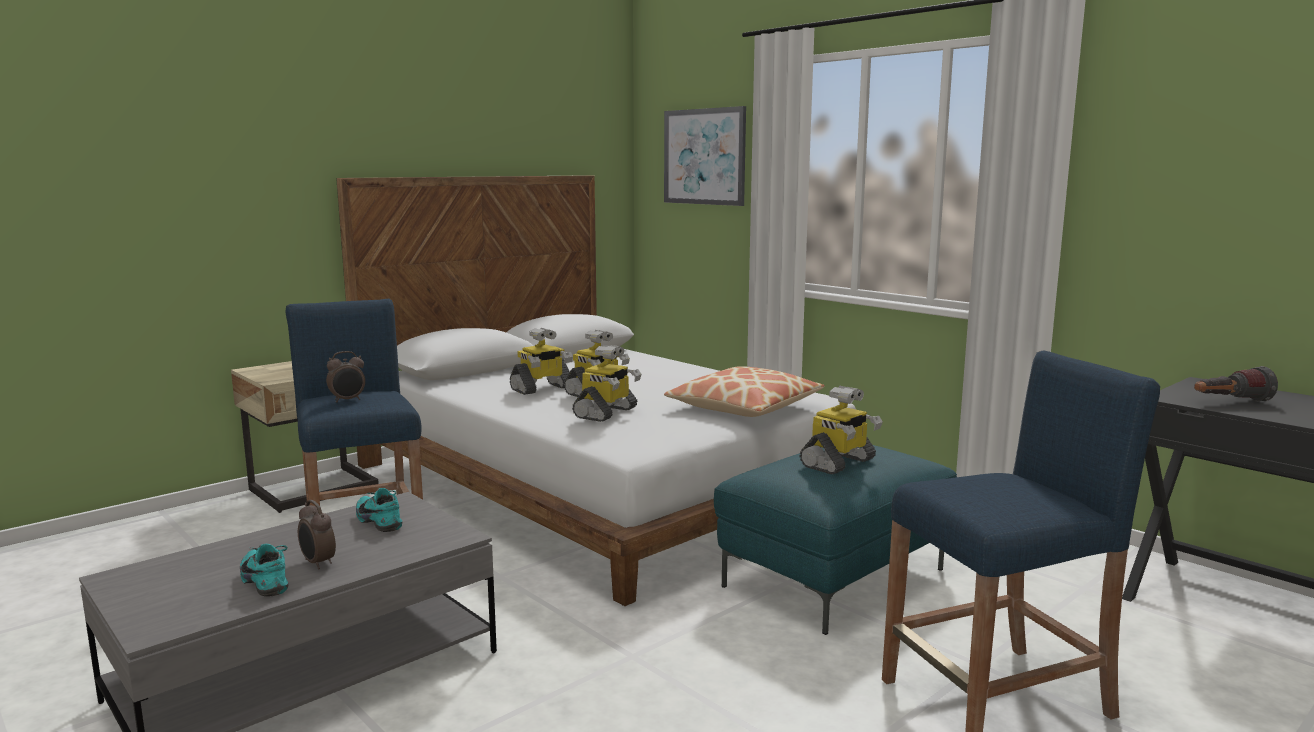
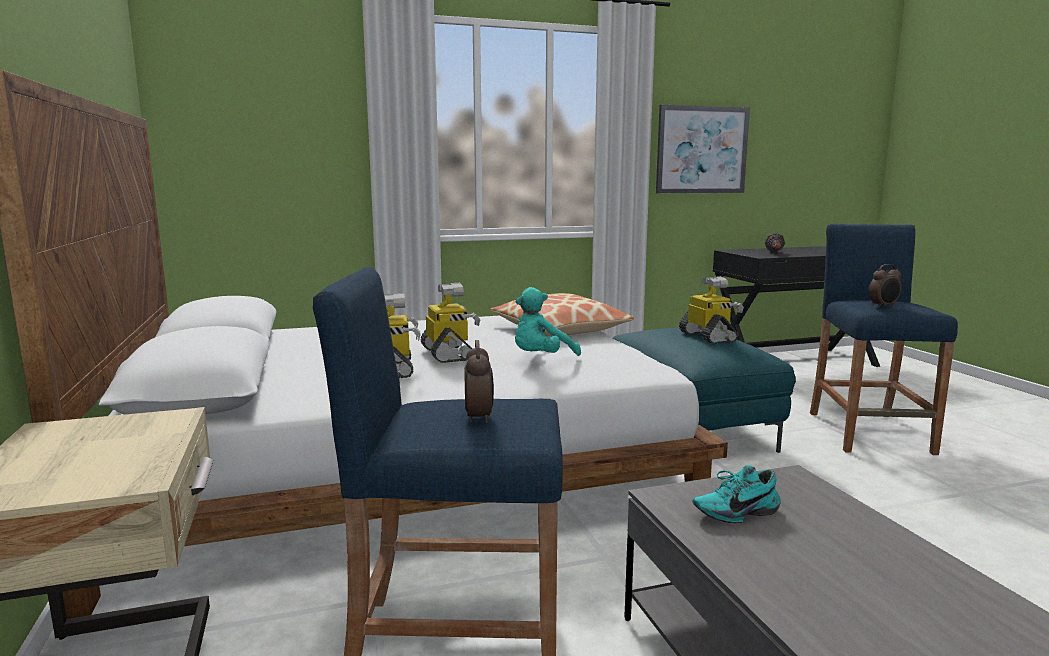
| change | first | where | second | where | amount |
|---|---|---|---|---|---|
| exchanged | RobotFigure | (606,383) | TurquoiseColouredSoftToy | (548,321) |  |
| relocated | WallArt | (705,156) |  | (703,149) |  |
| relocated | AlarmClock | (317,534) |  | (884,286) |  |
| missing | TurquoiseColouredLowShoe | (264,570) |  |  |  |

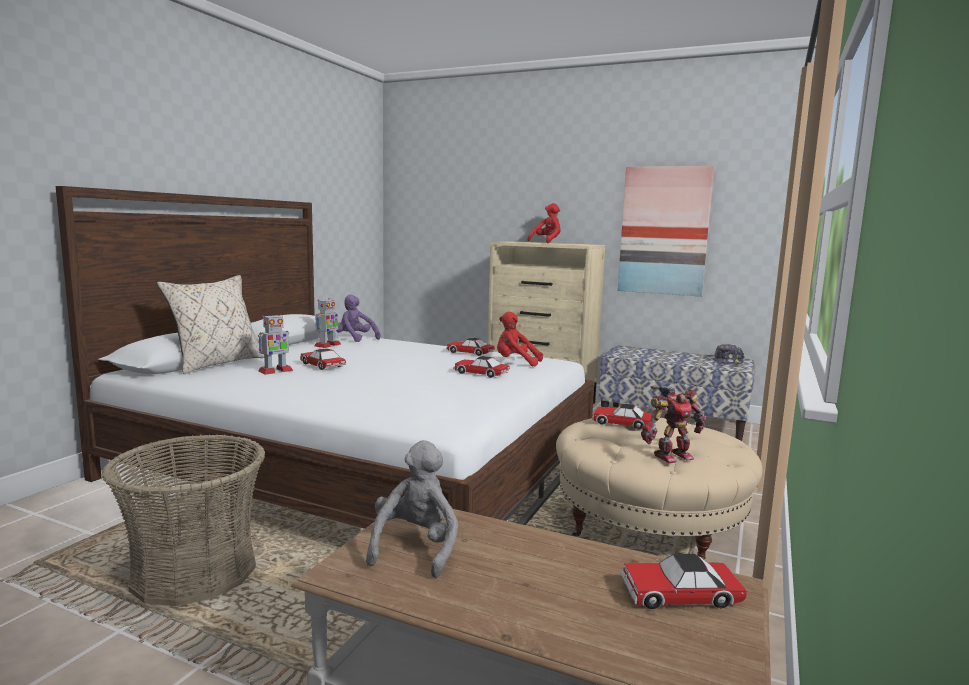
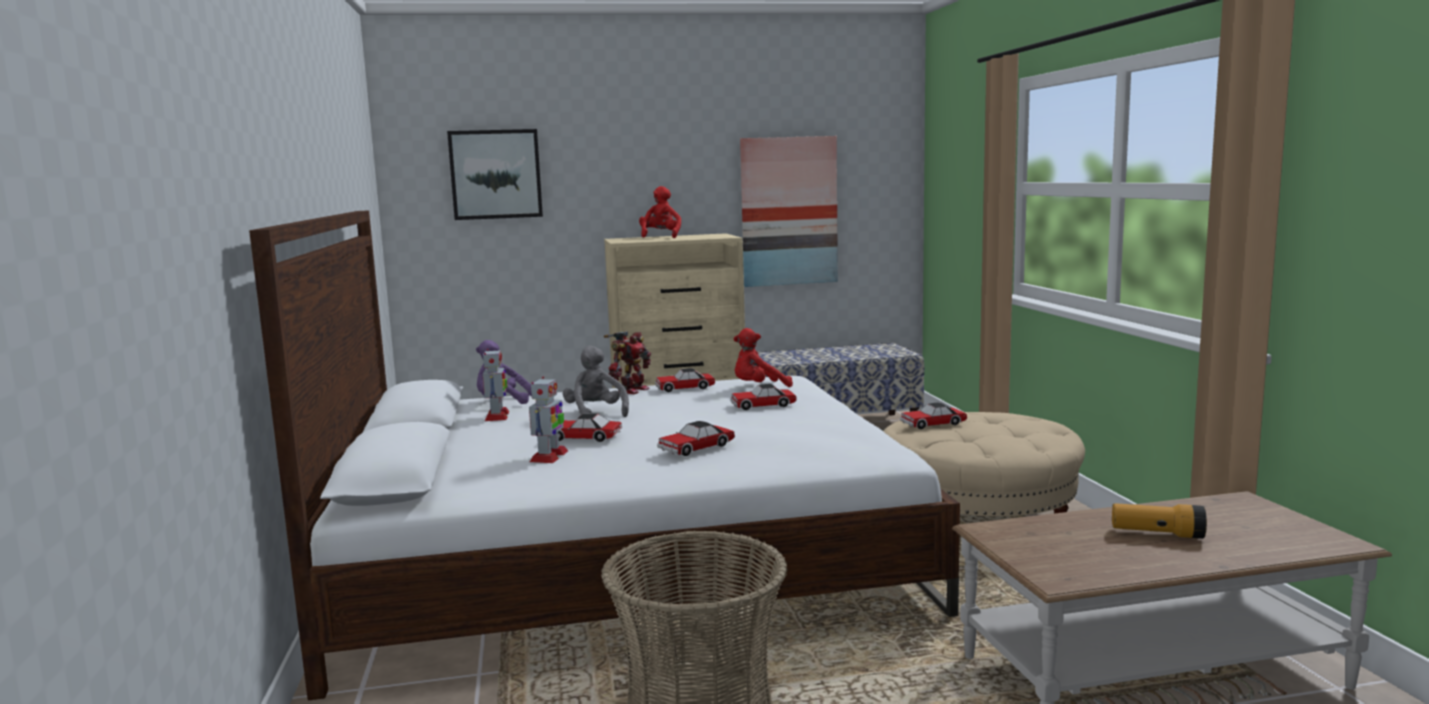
| change | first | where | second | where | amount |
|---|---|---|---|---|---|
| appeared |  |  | WallArt | (495,174) |  |
| relocated | GreySoftToy | (412,509) |  | (596,381) |  |
| relocated | RobotFigure | (673,424) |  | (628,362) |  |
| relocated | MiniatureCar | (683,581) |  | (696,438) |  |
| appeared |  |  | Flashlight | (1159,521) |  |
| missing | SandColouredPillow | (210,324) |  |  |  |
| missing | Cap | (730,354) |  |  |  |

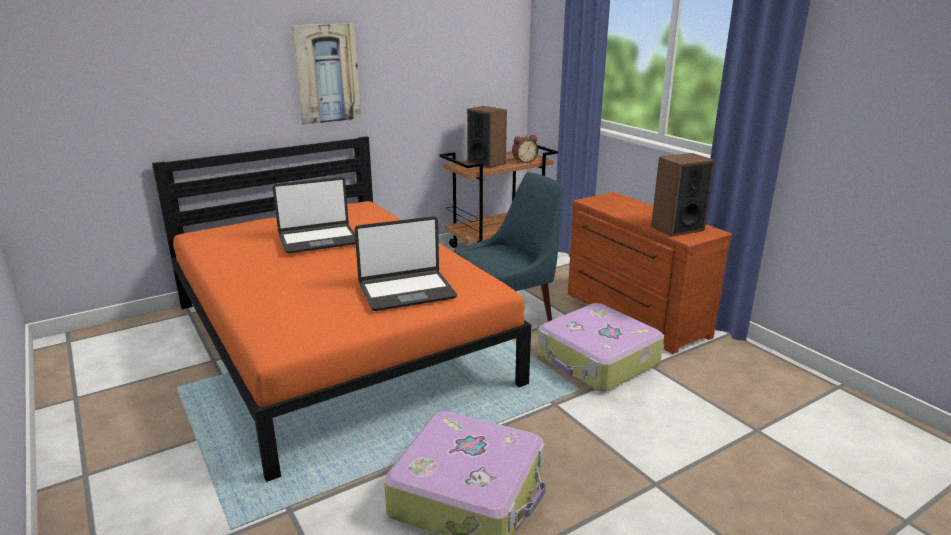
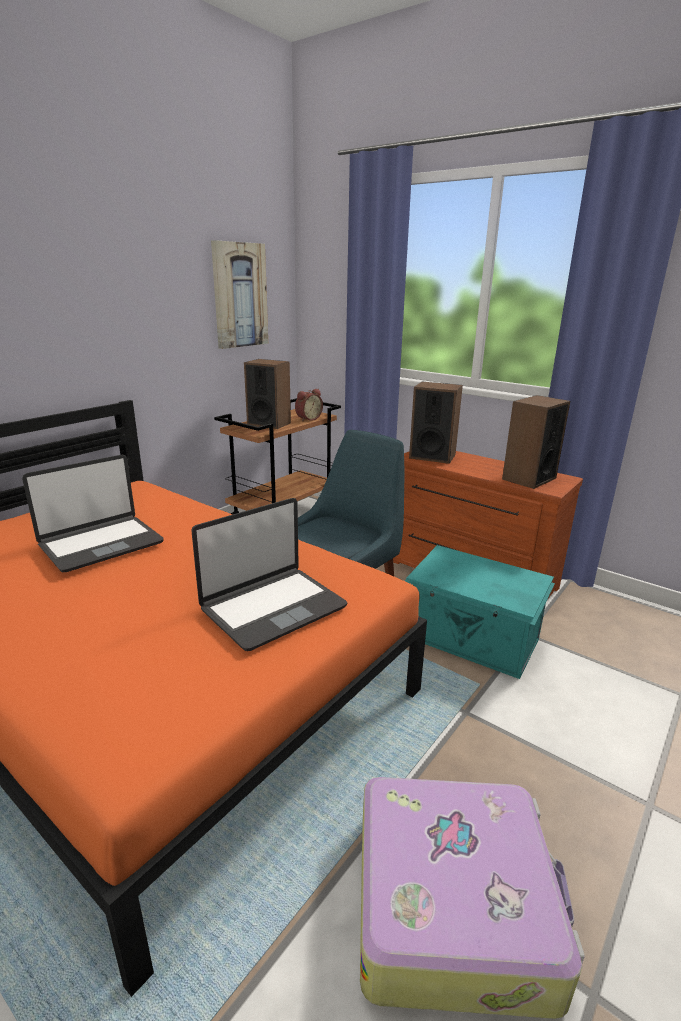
| change | first | where | second | where | amount |
|---|---|---|---|---|---|
| relocated | WallArt | (326,74) |  | (239,294) |  |
| exchanged | Suitcase | (600,347) | TurquoiseColouredStorageBin | (480,612) |  |
| appeared |  |  | Loudspeaker | (436,423) |  |

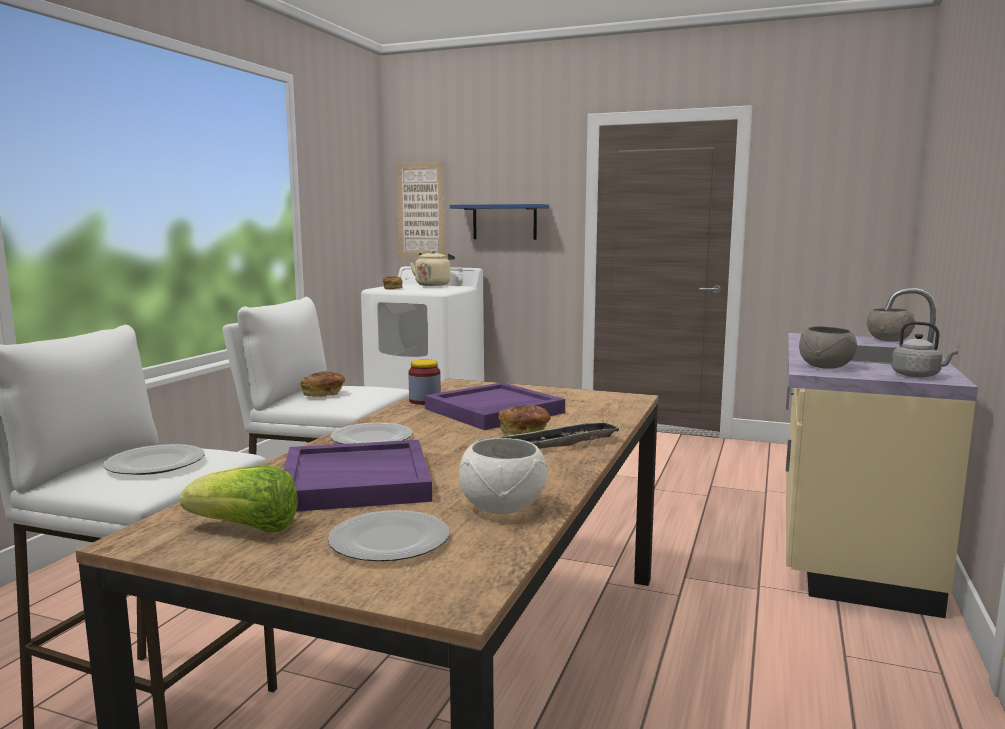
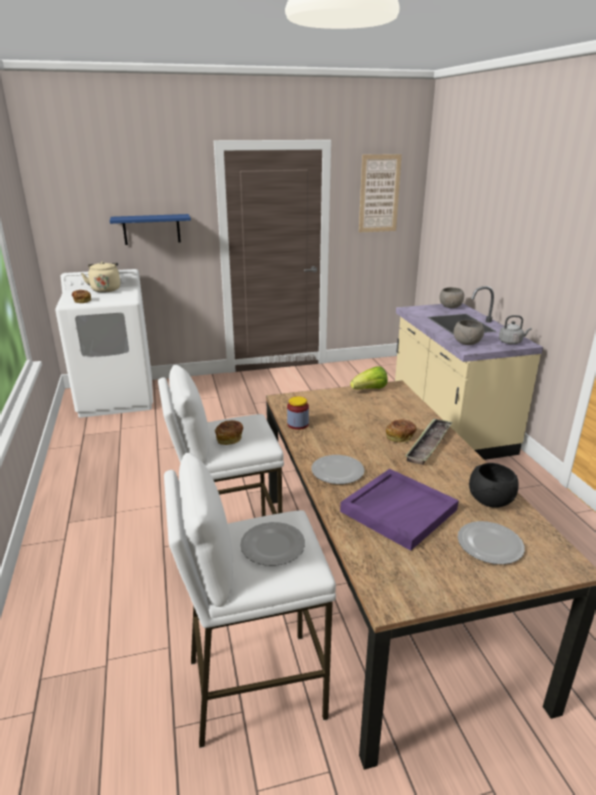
| change | first | where | second | where | amount |
|---|---|---|---|---|---|
| relocated | Lettuce | (239,498) |  | (369,377) |  |
| relocated | WallArt | (420,209) |  | (380,193) |  |
| colour | WhiteServingBowl | (503,476) | BlackColouredServingBowl | (494,485) |  |
| missing | PurplishServingTray | (495,406) |  |  |  |

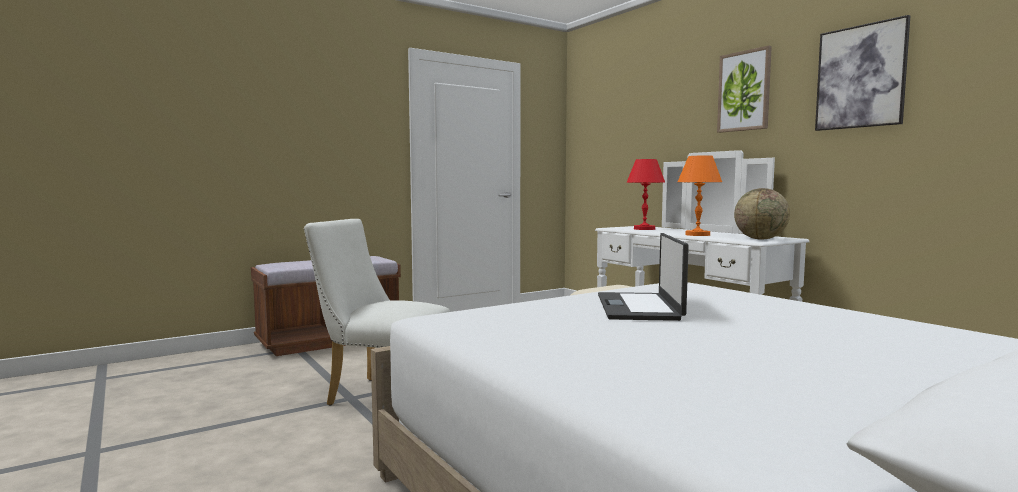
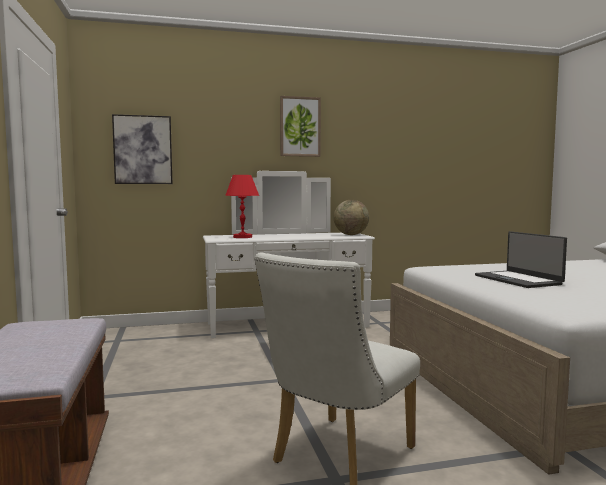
| change | first | where | second | where | amount |
|---|---|---|---|---|---|
| relocated | WallArt | (862,73) |  | (142,149) |  |
| spun | Laptop | (643,277) |  | (521,259) | 45 degrees clockwise |
| missing | OrangeyTabletopLamp | (700,195) |  |  |  |

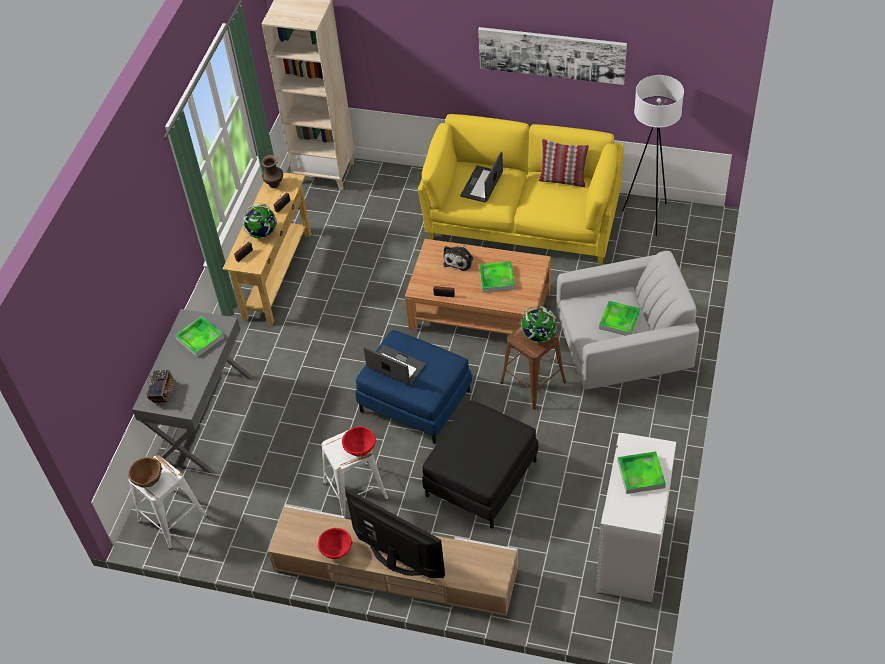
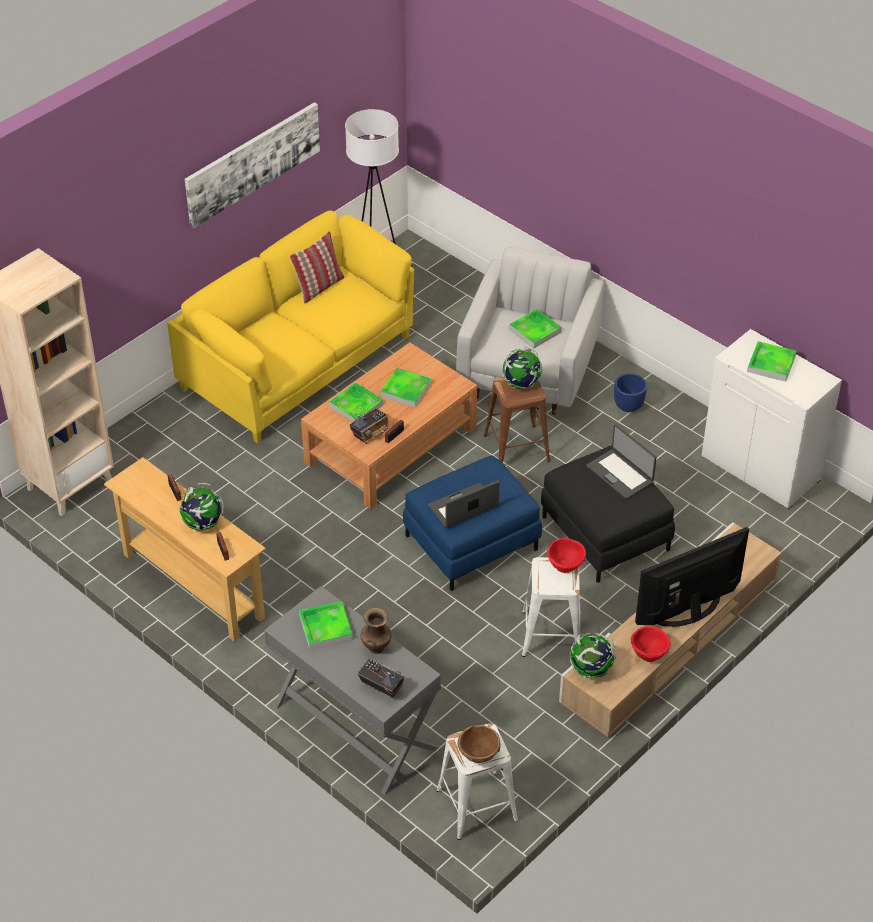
| change | first | where | second | where | amount |
|---|---|---|---|---|---|
| exchanged | SoftToy | (458,258) | ServingTray | (356,402) |  |
| appeared |  |  | RadioSet | (369,424) |  |
| relocated | BrownVase | (272,171) |  | (376,631) |  |
| appeared |  |  | WorldGlobe | (593,656) |  |
| relocated | Laptop | (481,177) |  | (621,461) |  |
| appeared |  |  | BluePlantPot | (630,392) |  |

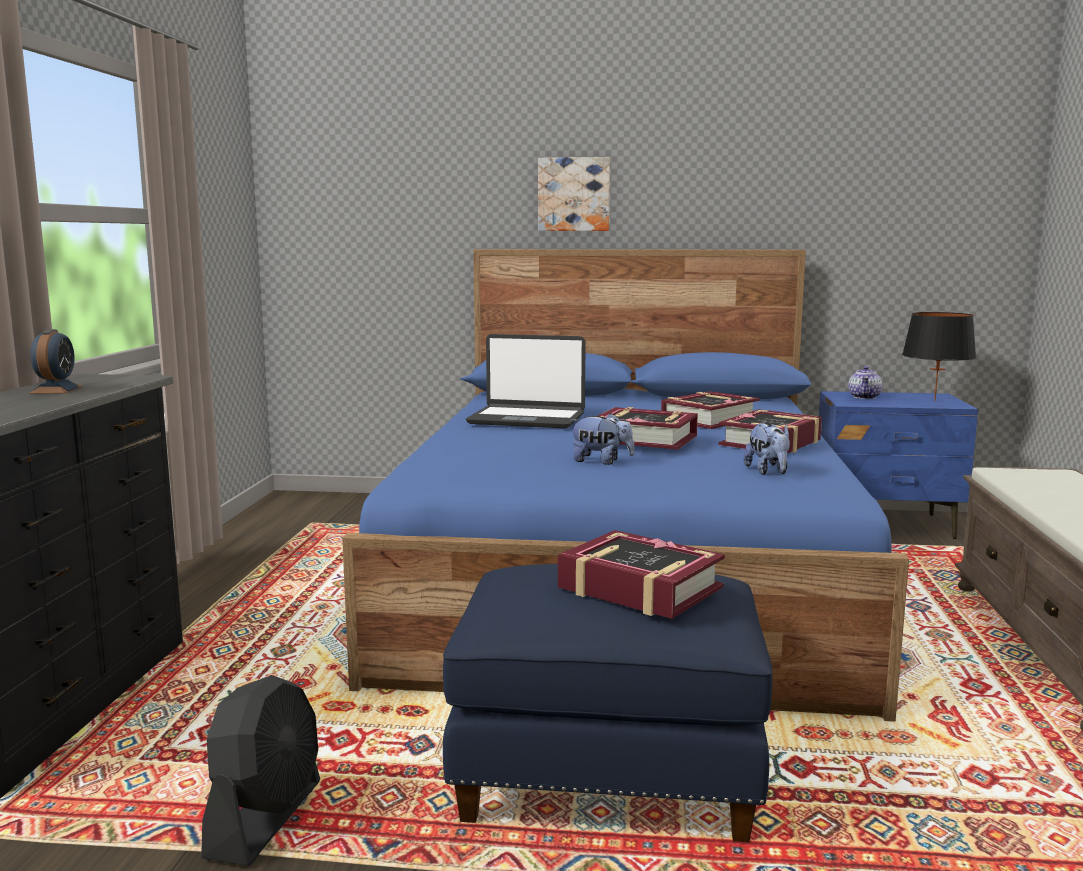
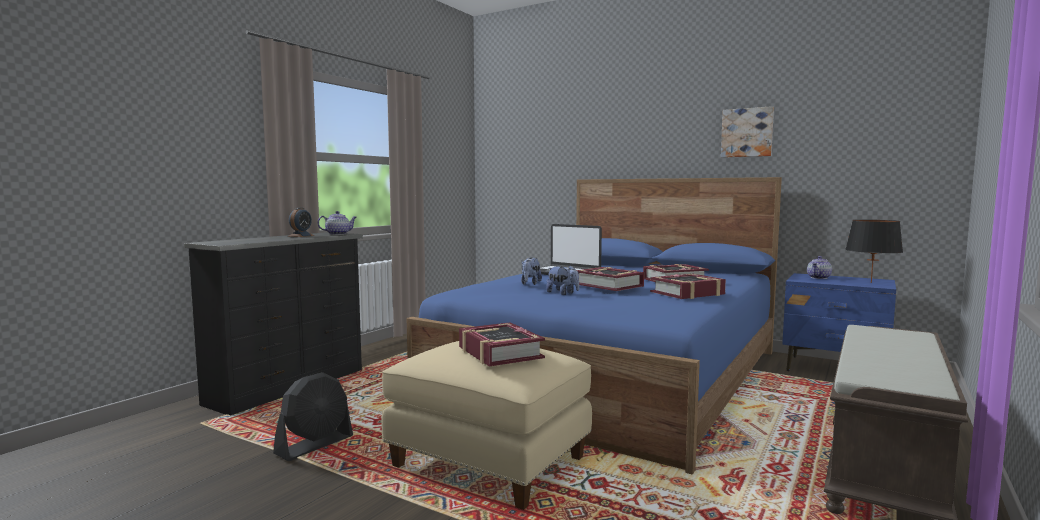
| change | first | where | second | where | amount |
|---|---|---|---|---|---|
| appeared |  |  | PotForTea | (336,223) |  |
| colour | BluePouffe | (608,703) | SandColouredPouffe | (486,425) |  |
| relocated | SoftToy | (767,449) |  | (531,271) |  |
| relocated | WallArt | (574,194) |  | (747,132) |  |

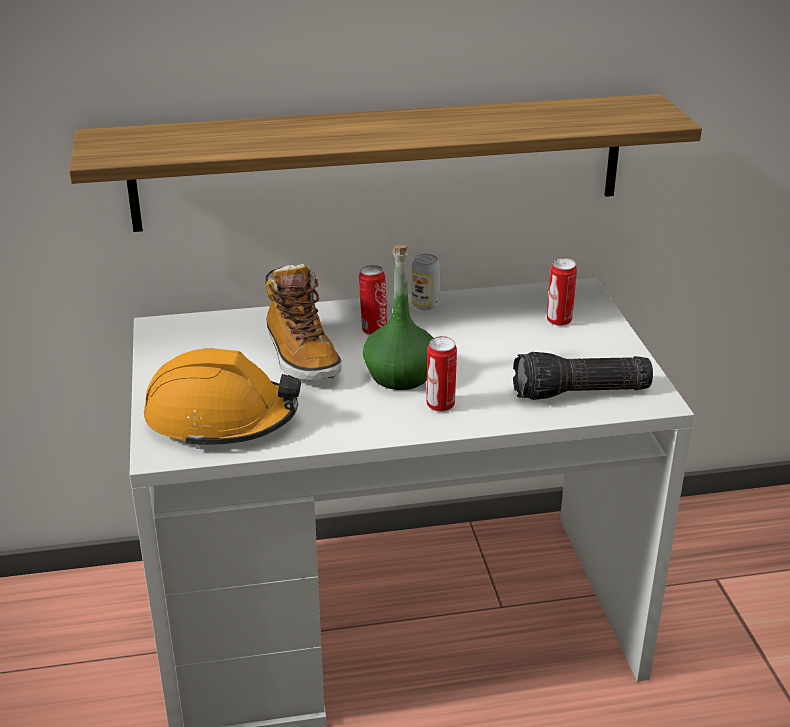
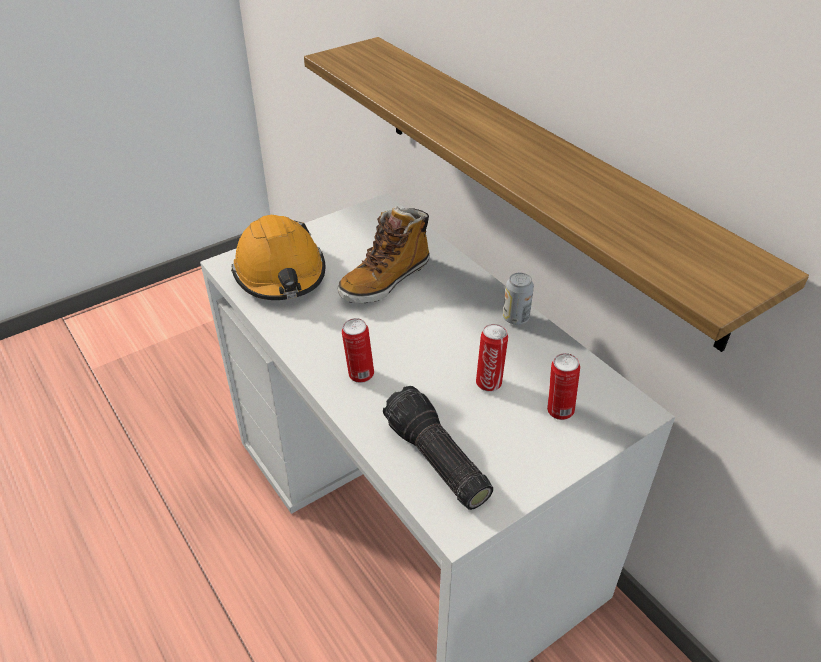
| change | first | where | second | where | amount |
|---|---|---|---|---|---|
| relocated | SealedCan | (373,300) |  | (492,358) |  |
| missing | GreenBottle | (398,317) |  |  |  |

